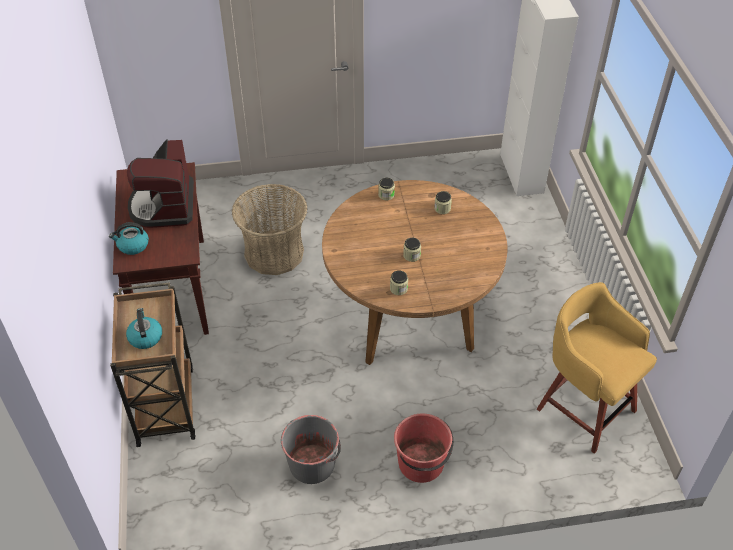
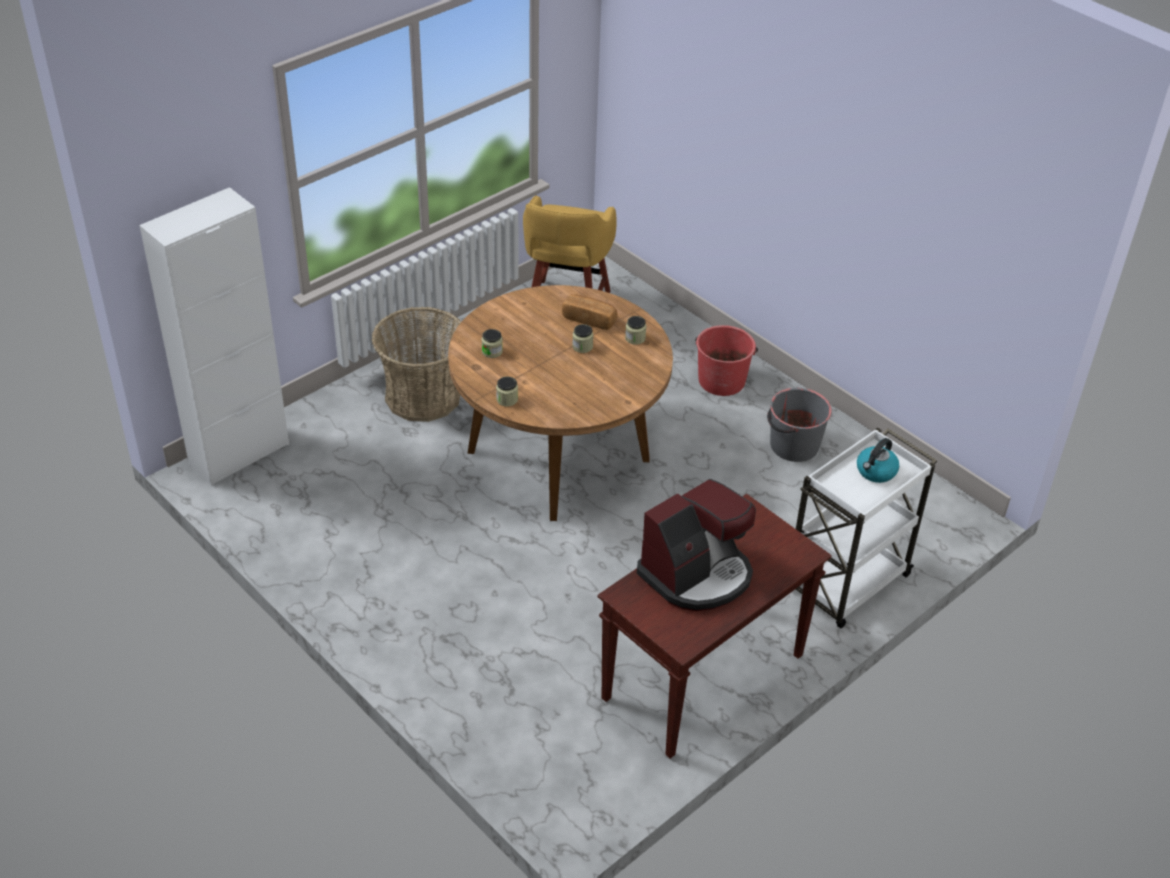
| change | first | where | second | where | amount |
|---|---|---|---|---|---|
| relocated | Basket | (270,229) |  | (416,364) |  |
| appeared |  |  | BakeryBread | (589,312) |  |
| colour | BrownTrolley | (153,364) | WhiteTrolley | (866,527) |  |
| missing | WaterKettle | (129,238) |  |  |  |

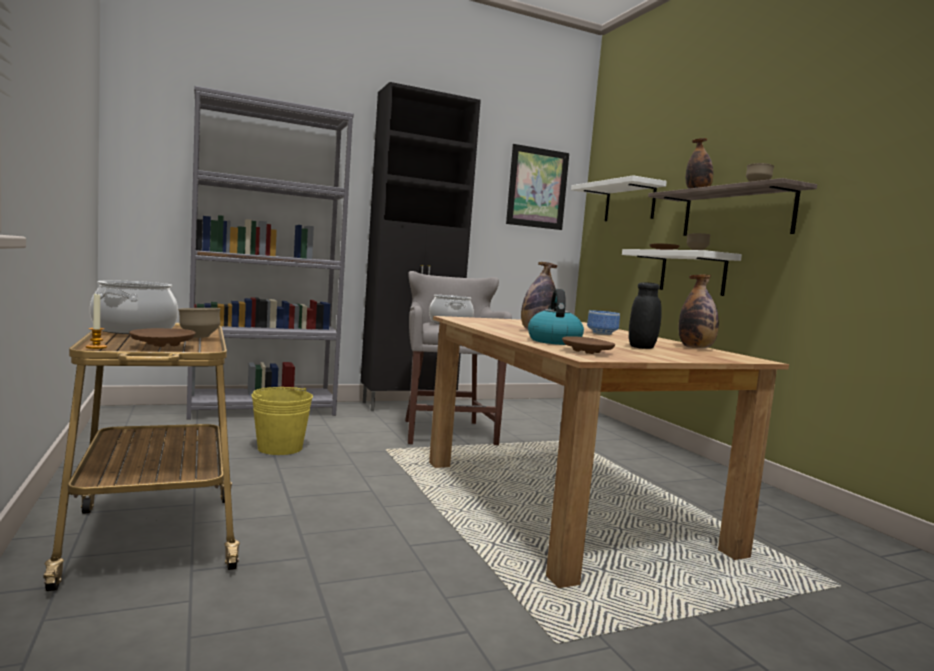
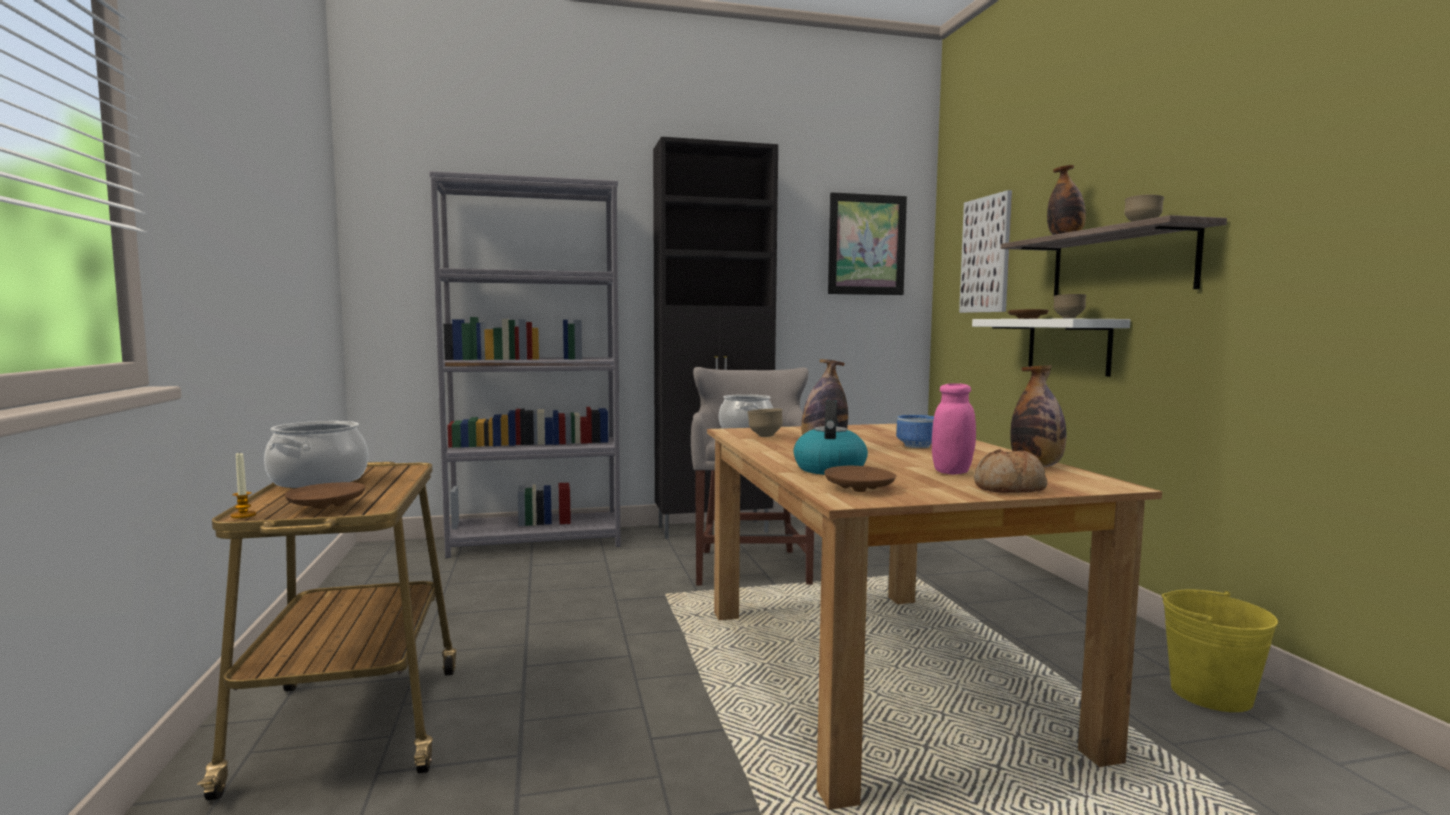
| change | first | where | second | where | amount |
|---|---|---|---|---|---|
| relocated | BrownServingBowl | (199,323) |  | (765,423) |  |
| colour | BlackColouredStorageJar | (645,315) | PinkishStorageJar | (954,429) |  |
| exchanged | WhiteShelf | (619,198) | WallArt | (985,251) |  |
| appeared |  |  | BakeryBread | (1010,471) |  |
| relocated | YellowBucket | (282,421) |  | (1219,651) |  |

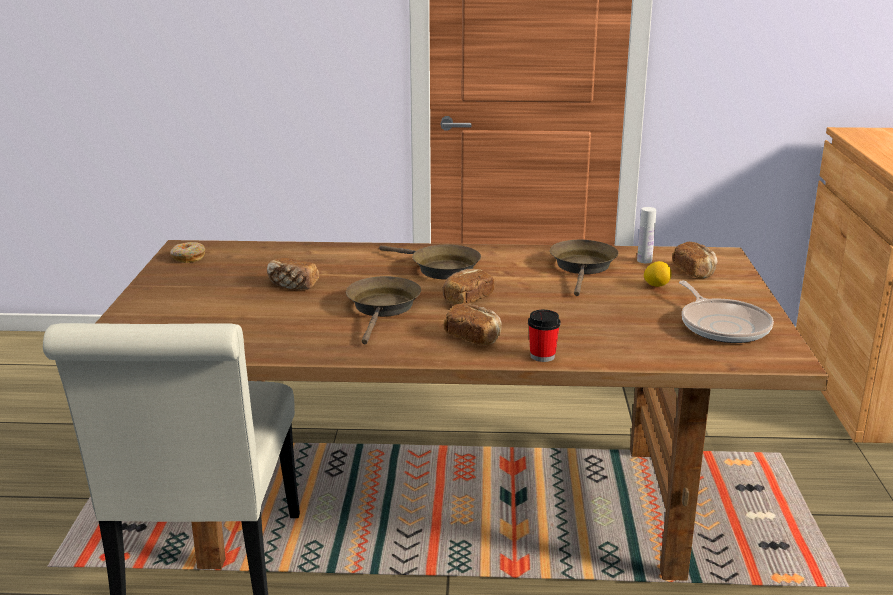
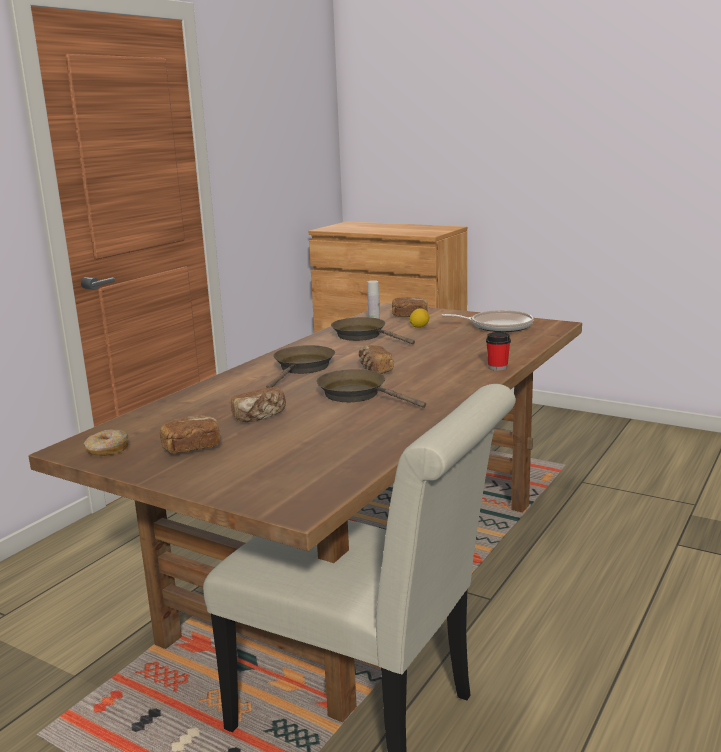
| change | first | where | second | where | amount |
|---|---|---|---|---|---|
| relocated | BakeryBread | (472,324) |  | (190,434) |  |
| spun | BrownFryingPan | (430,262) |  | (300,366) | 45 degrees counterclockwise |

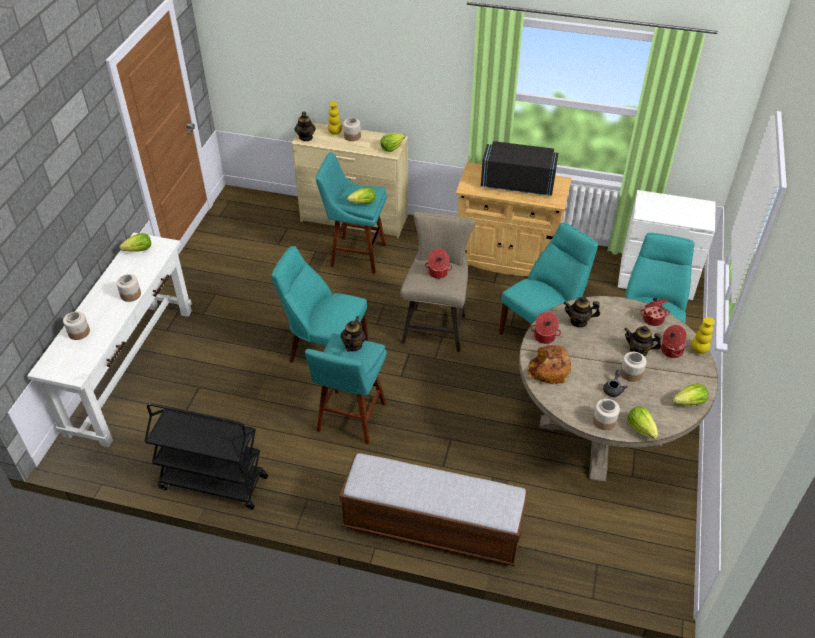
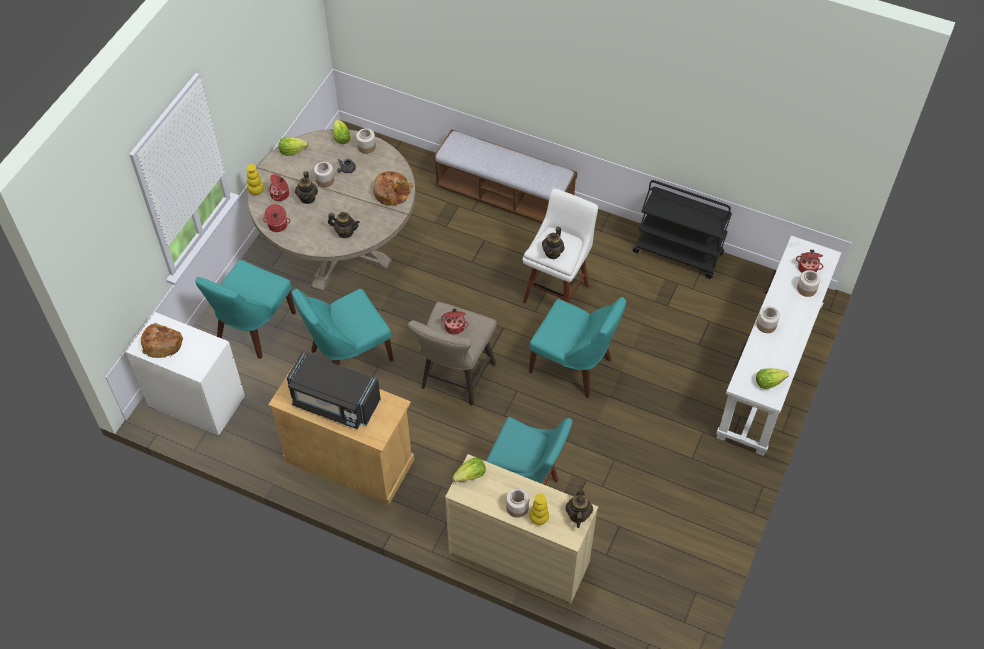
| change | first | where | second | where | amount |
|---|---|---|---|---|---|
| appeared |  |  | BakeryBread | (162,340) |  |
| spun | PotForTea | (643,341) |  | (306,187) | 60 degrees clockwise |
| colour | TurquoiseColouredSittingStool | (346,388) | WhiteSittingStool | (560,246) |  |
| relocated | Saucepot | (545,328) |  | (809,261) |  |
| missing | Lettuce | (361,195) |  |  |  |

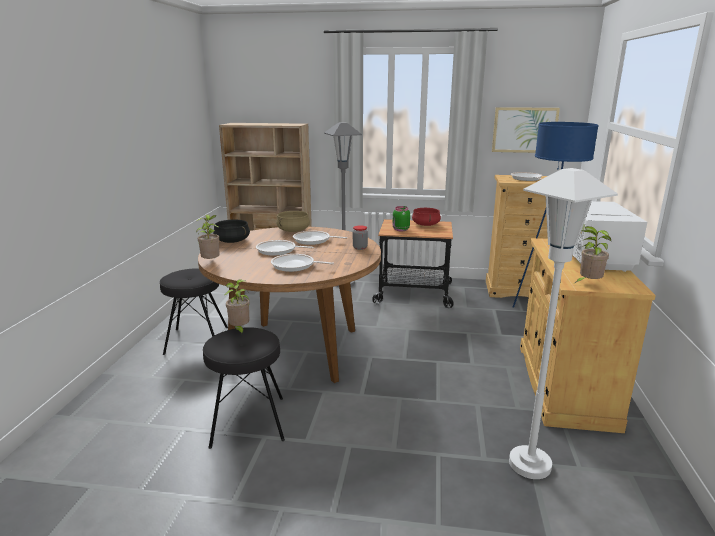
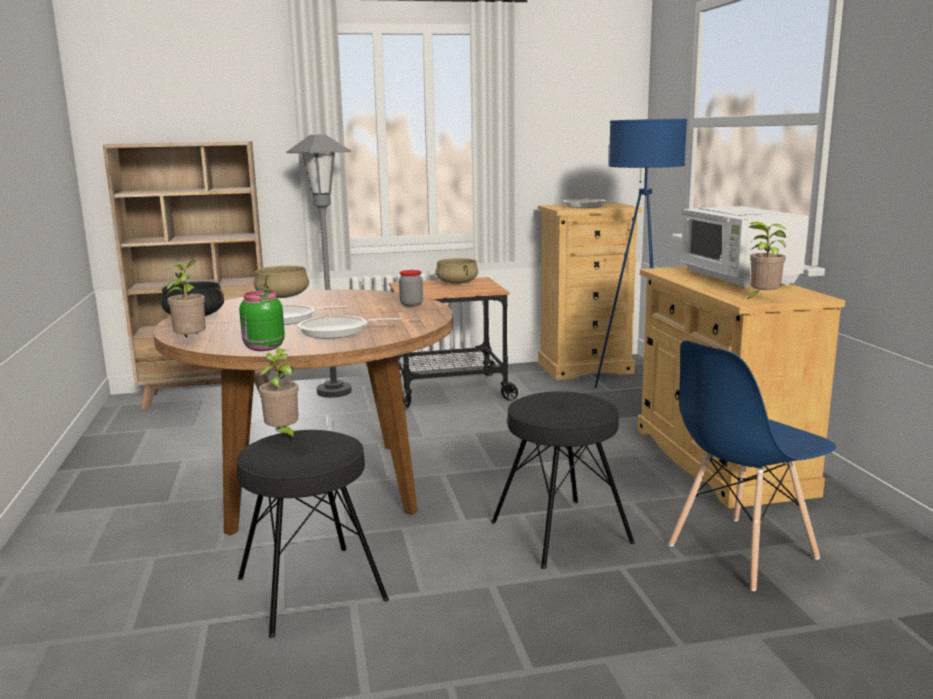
| change | first | where | second | where | amount |
|---|---|---|---|---|---|
| relocated | GreenStorageJar | (401,219) |  | (262,320) |  |
| colour | RedSaucepot | (426,217) | SandColouredSaucepot | (456,271) |  |
| relocated | BlackColouredSittingStool | (194,311) |  | (563,480) |  |
| exchanged | WhiteStandingLamp | (563,323) | BlueUprightChair | (752,465) |  |
| missing | FryingPan | (320,238) |  |  |  |
| missing | WallArt | (526,130) |  |  |  |

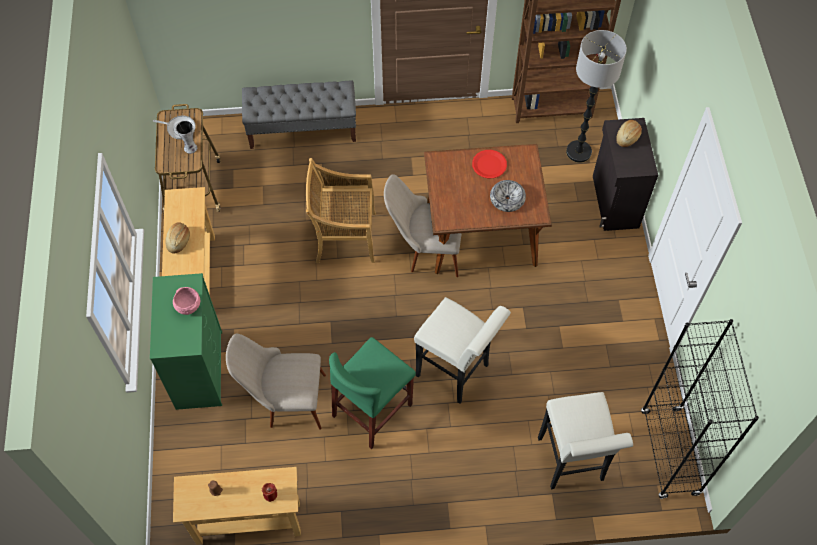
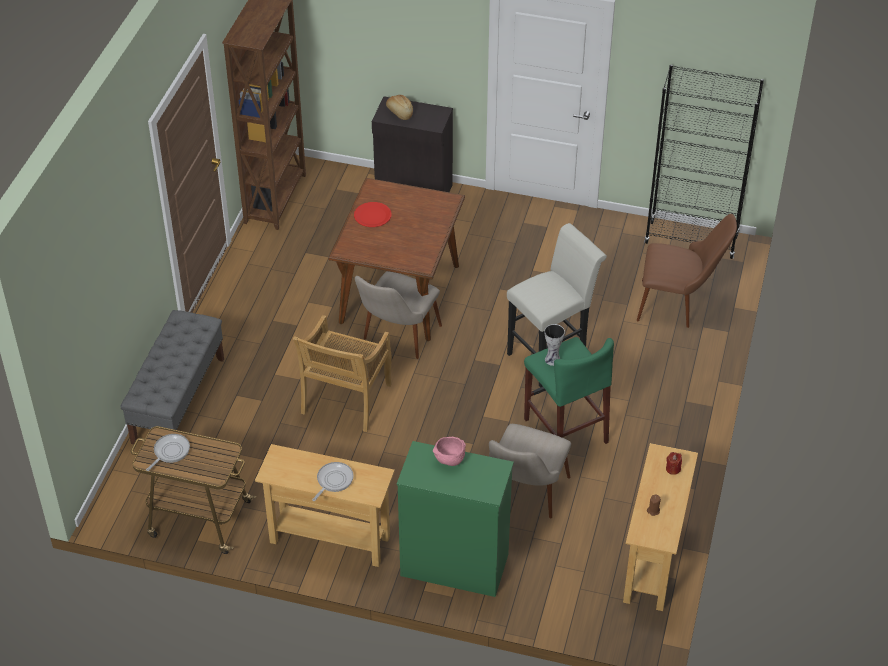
| change | first | where | second | where | amount |
|---|---|---|---|---|---|
| exchanged | BakeryBread | (177,238) | FryingPan | (333,481) |  |
| relocated | Vase | (186,137) |  | (555,345) |  |
| exchanged | WhiteSittingStool | (585,440) | BrownUprightChair | (687,271) |  |
| missing | ServingBowl | (508,196) |  |  |  |
| missing | StandingLamp | (596,96) |  |  |  |

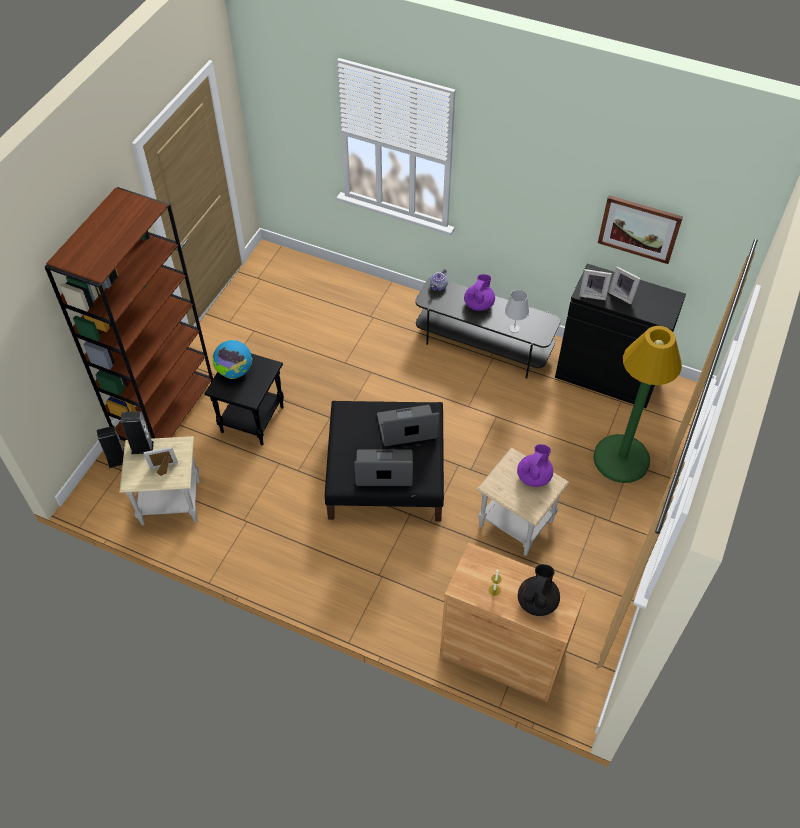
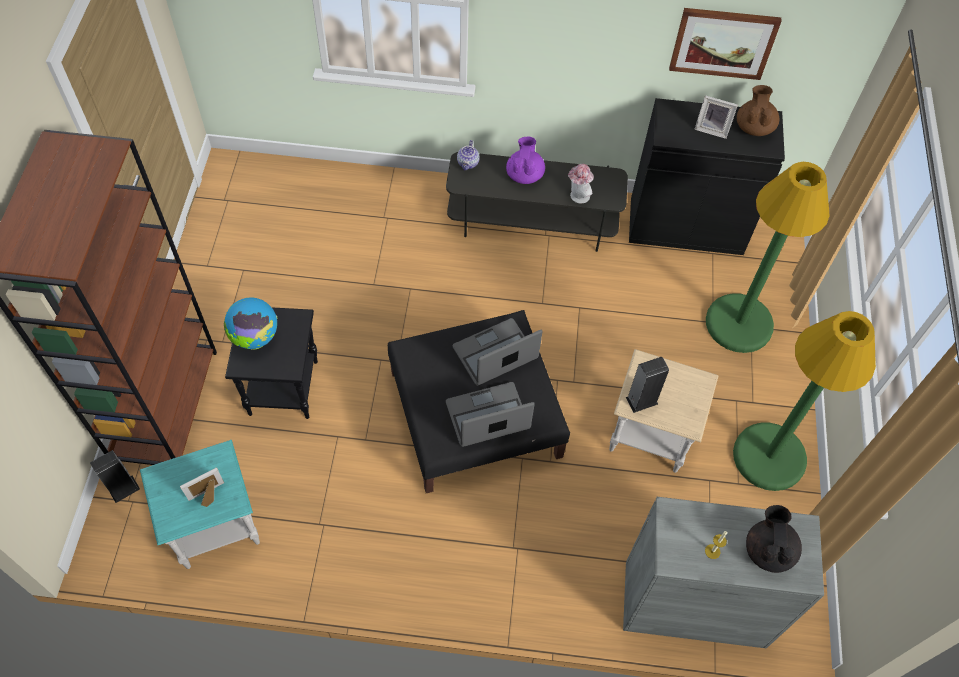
| change | first | where | second | where | amount |
|---|---|---|---|---|---|
| colour | SandColouredAccentTable | (159,480) | TurquoiseColouredAccentTable | (200,504) |  |
| exchanged | WhiteTabletopLamp | (517,311) | WearableHat | (581,183) |  |
| colour | BrownStorageCabinet | (513,622) | GreyStorageCabinet | (723,572) |  |
| relocated | Loudspeaker | (137,432) |  | (647,385) |  |
| appeared |  |  | GreenStandingLamp | (804,401) |  |
| appeared |  |  | BrownPotForTea | (758,110) |  |
| missing | PurplishPotForTea | (535,465) |  |  |  |
| missing | PictureFrame | (595,284) |  |  |  |

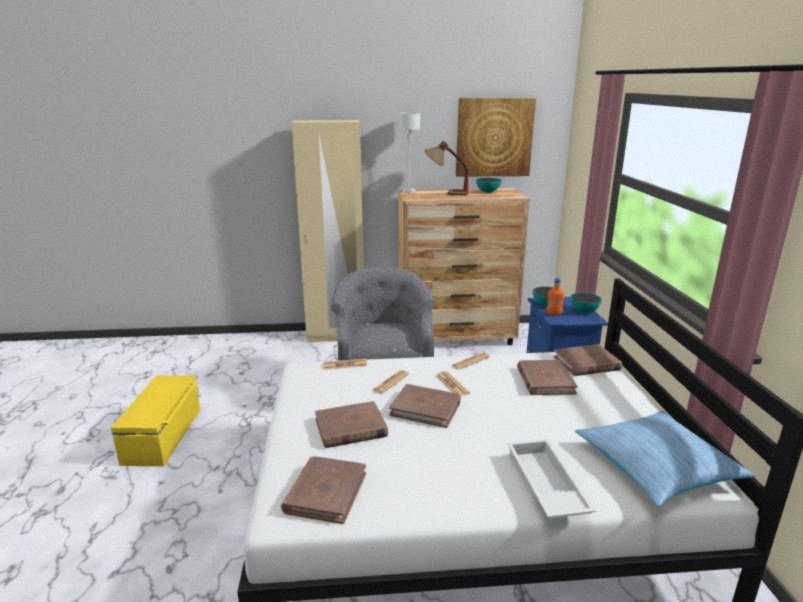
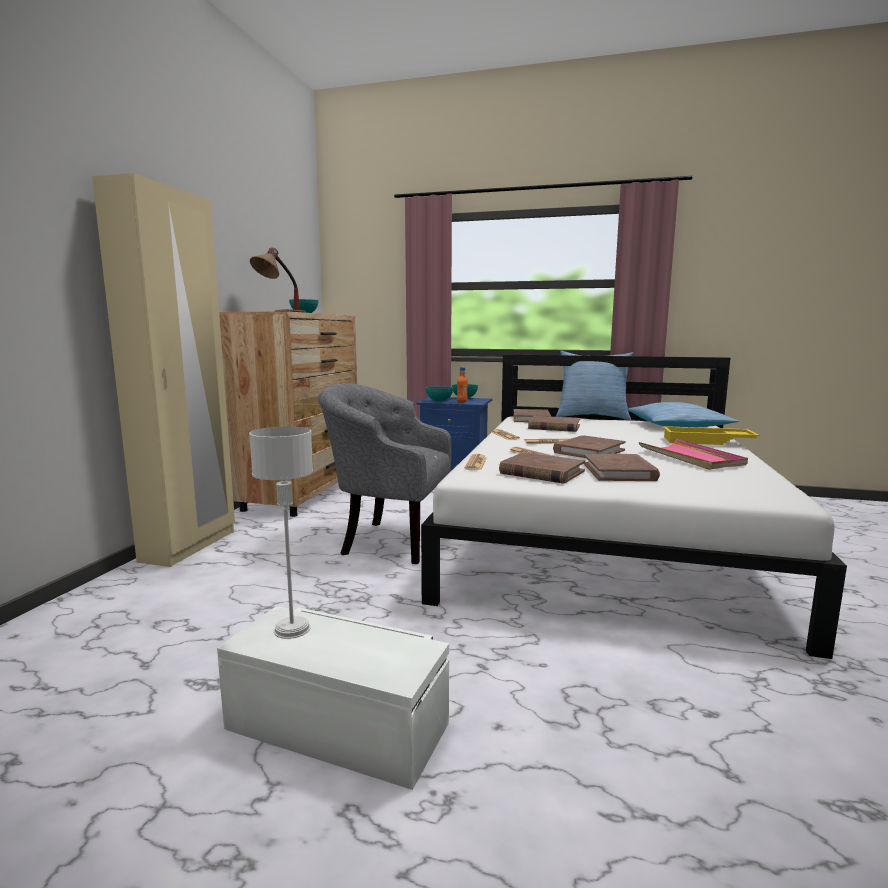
| change | first | where | second | where | amount |
|---|---|---|---|---|---|
| colour | YellowStorageBin | (155,421) | WhiteStorageBin | (333,698) |  |
| relocated | GreyTabletopLamp | (409,152) |  | (281,532) |  |
| relocated | BrownBoundBook | (323,490) |  | (542,468) |  |
| appeared |  |  | Pillow | (594,385) |  |
| appeared |  |  | PinkishServingTray | (693,454) |  |
| colour | WhiteServingTray | (551,478) | YellowServingTray | (711,435) |  |
| missing | WallArt | (496,137) |  |  |  |

